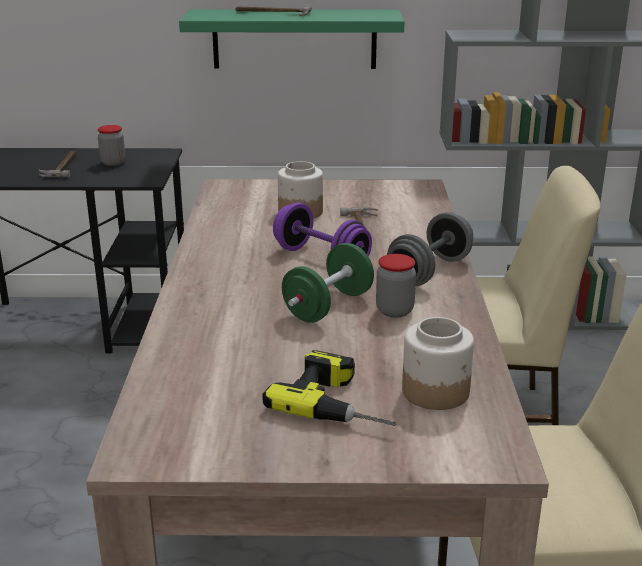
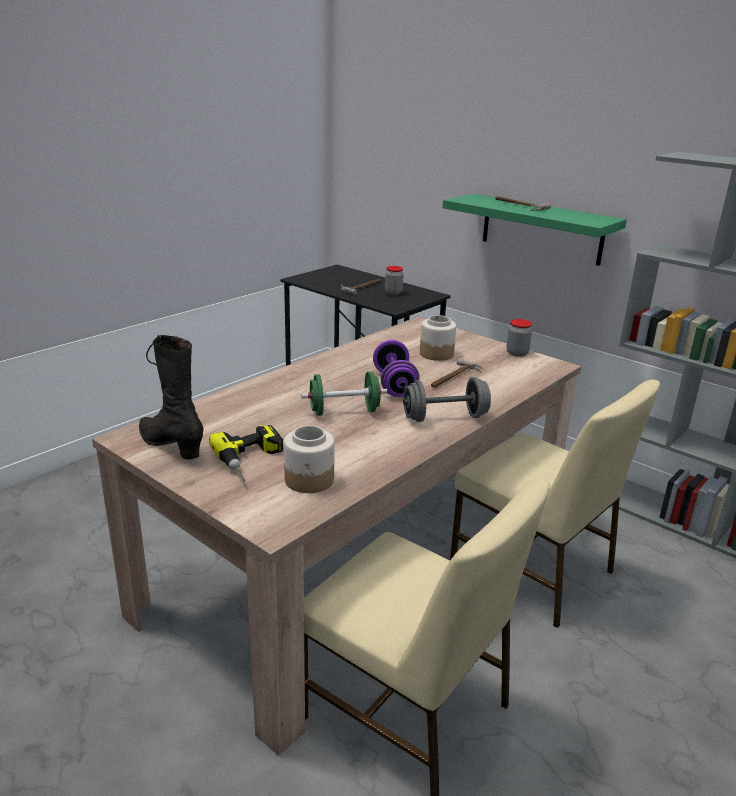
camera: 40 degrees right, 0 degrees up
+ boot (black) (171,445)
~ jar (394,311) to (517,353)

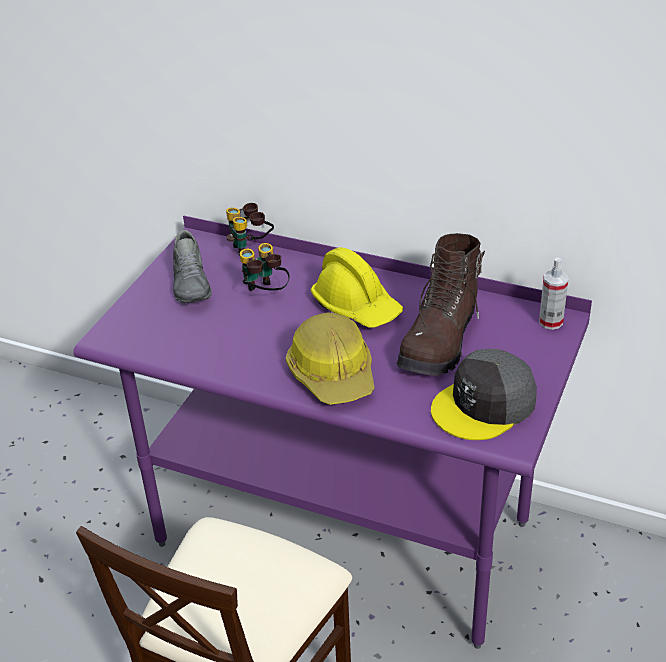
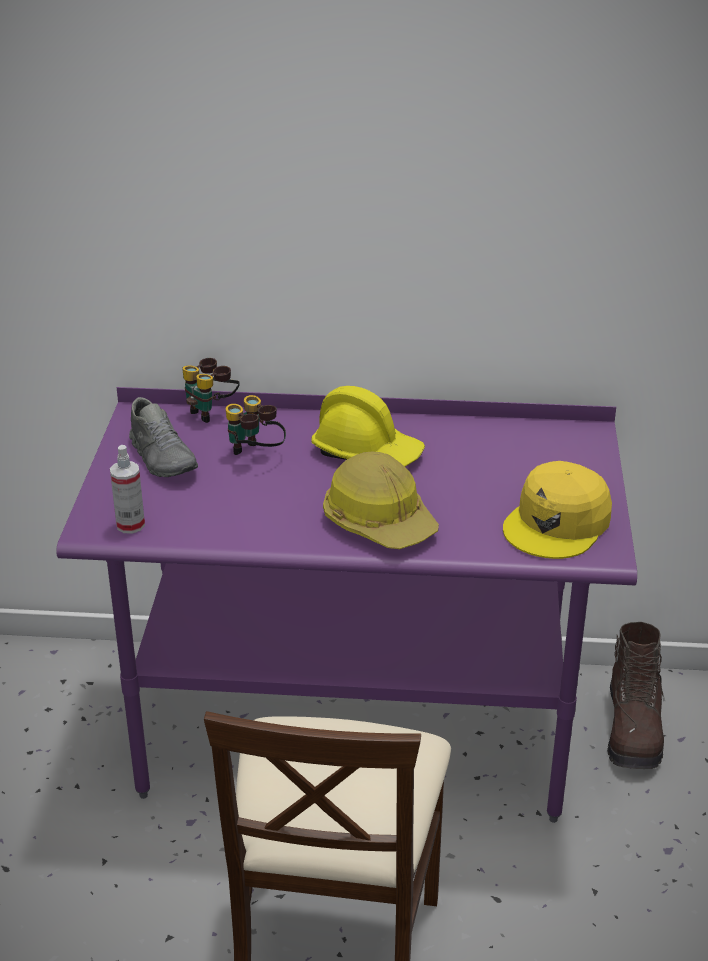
camera: 20 degrees left, 5 degrees down
~ spray bottle (550,322) to (130,525)
~ cap (grey) (484,405) to cap (yellow) (558,523)
~ boot (brown) (441,341) to (633,729)

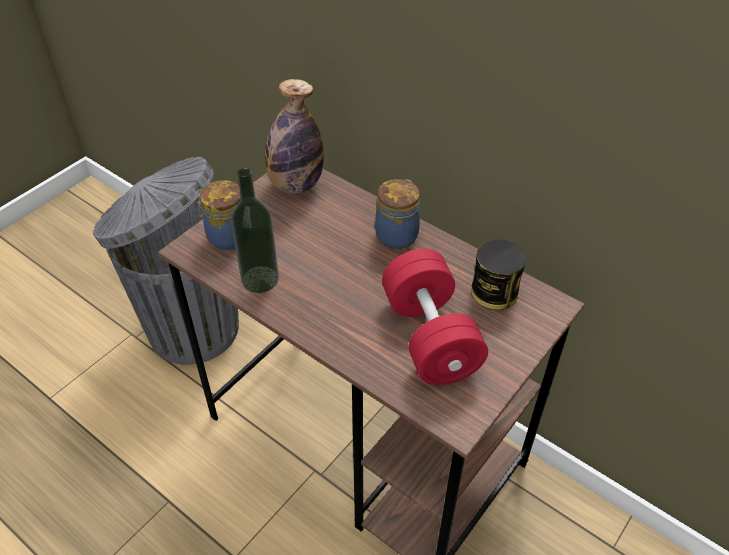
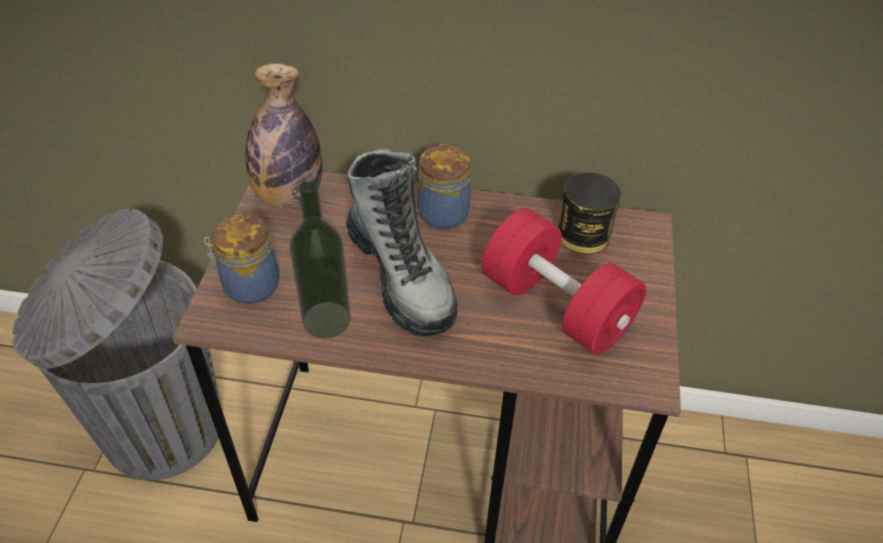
camera: 30 degrees left, 0 degrees up
+ boot (401,276)

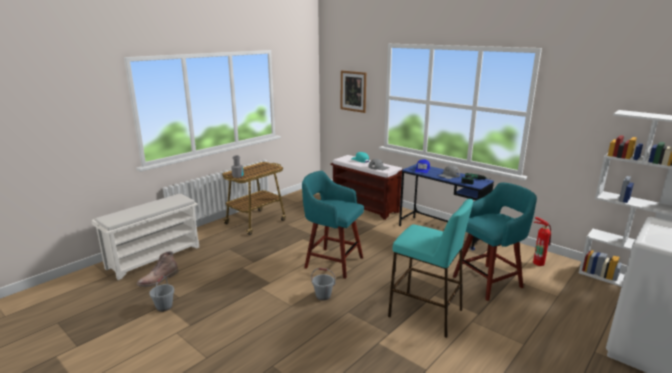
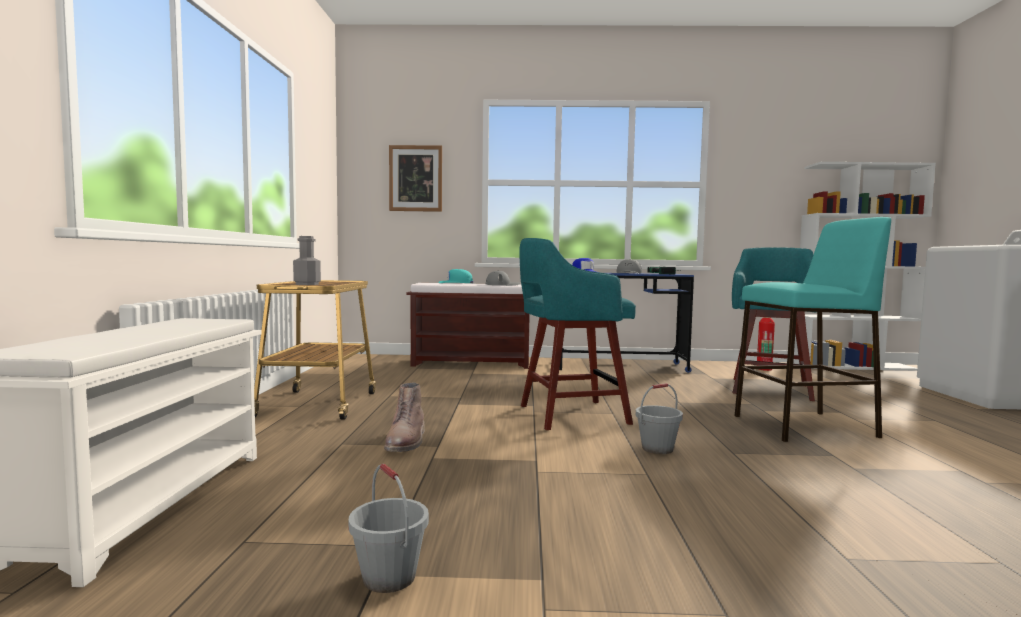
camera: 40 degrees left, 15 degrees down
~ boot (brown) (158,279) to (406,441)

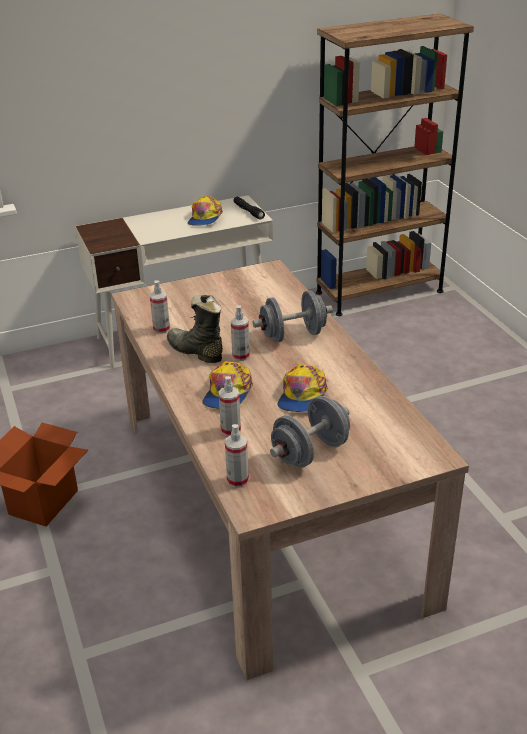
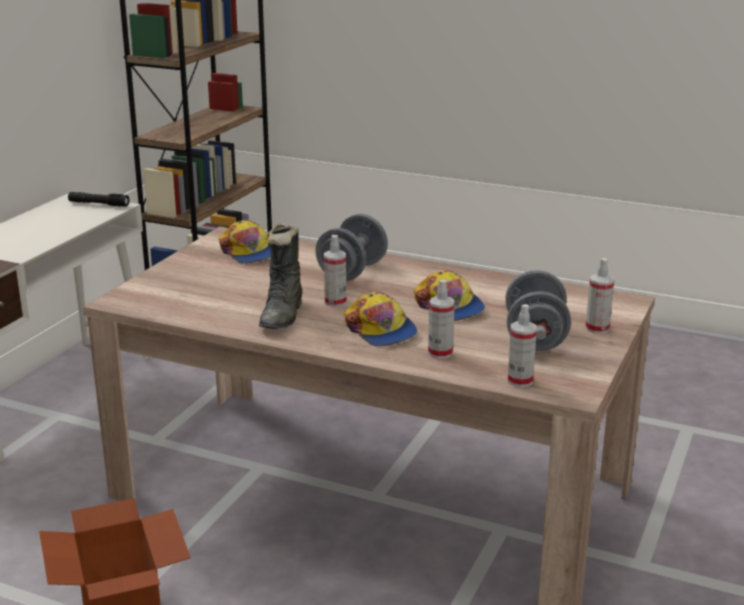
camera: 45 degrees left, 10 degrees down
~ cap (205,218) to (249,252)
~ boot (black) (195,351) = (283,315) 75 degrees counterclockwise
~ spray bottle (161,329) to (597,328)

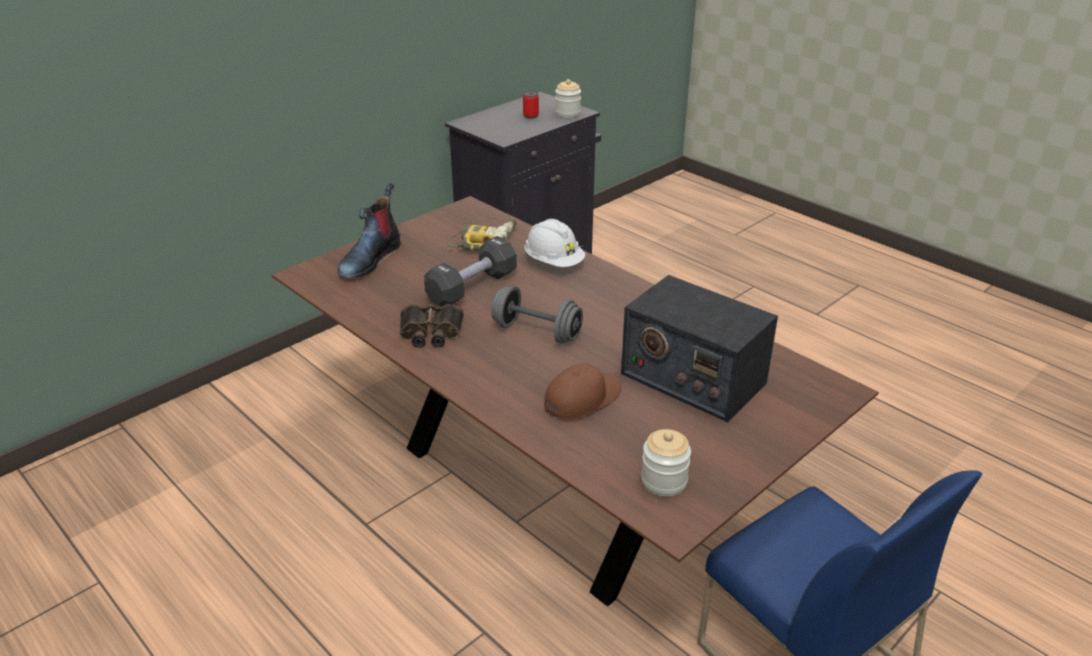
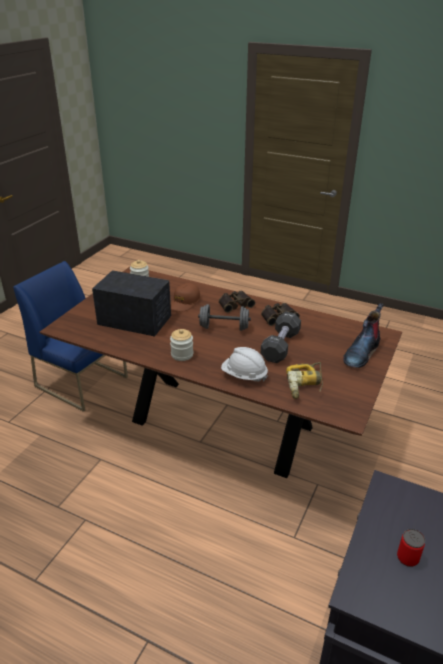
camera: 160 degrees right, 0 degrees up
~ jar (567,113) to (182,355)
+ binoculars (235,304)
~ boot (370,259) = (361,353) 150 degrees counterclockwise

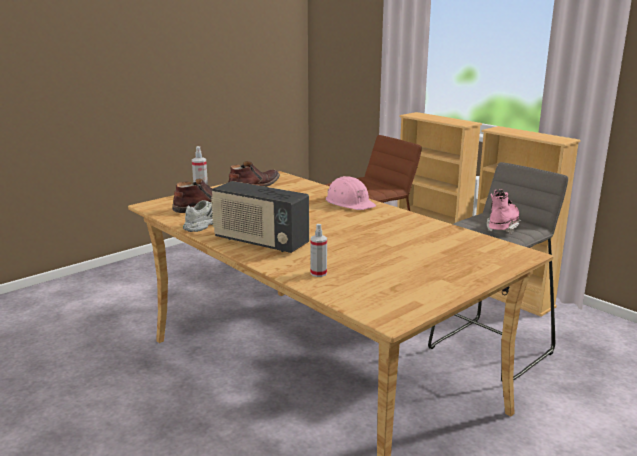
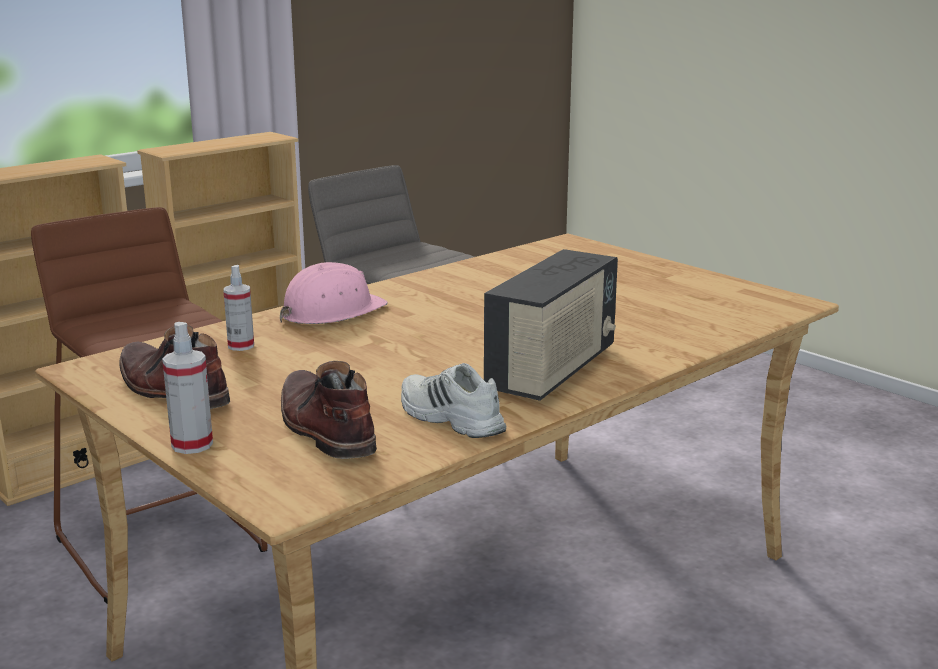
camera: 90 degrees left, 0 degrees up
~ spray bottle (318,273) to (241,346)
- boot (pink) (502,227)

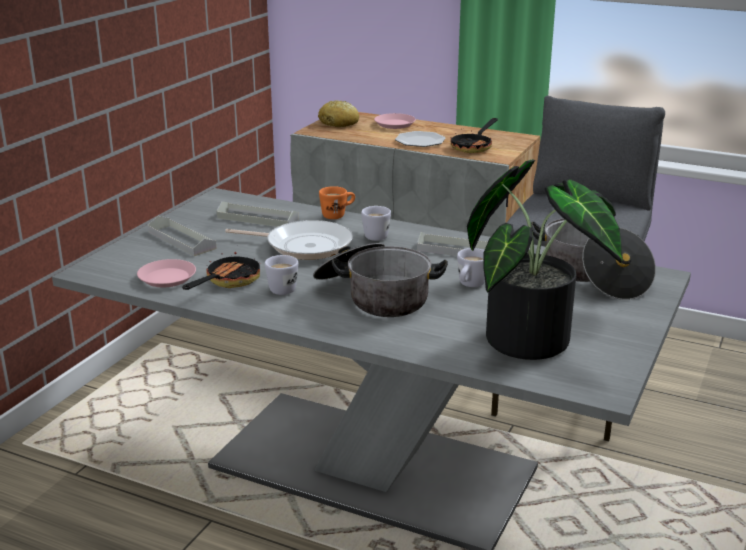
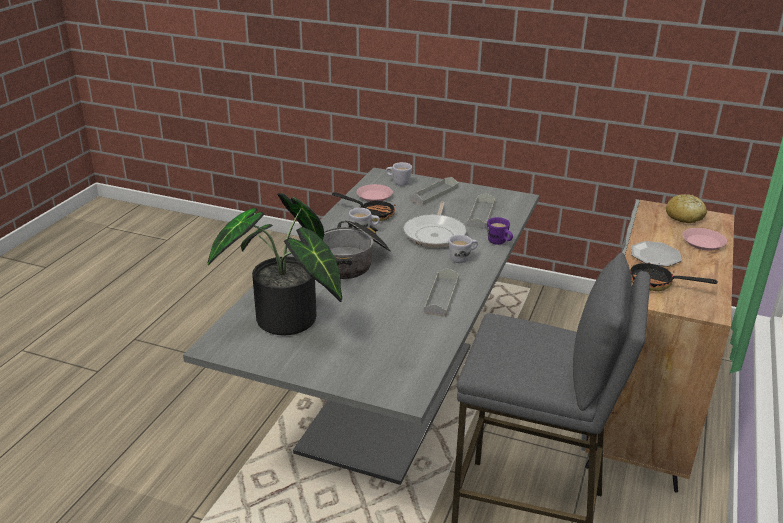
camera: 85 degrees right, 5 degrees up
~ mug (white) (469,285) to (398,182)
~ mug (orange) (338,215) to mug (purple) (499,243)
- cooking pot (592,276)

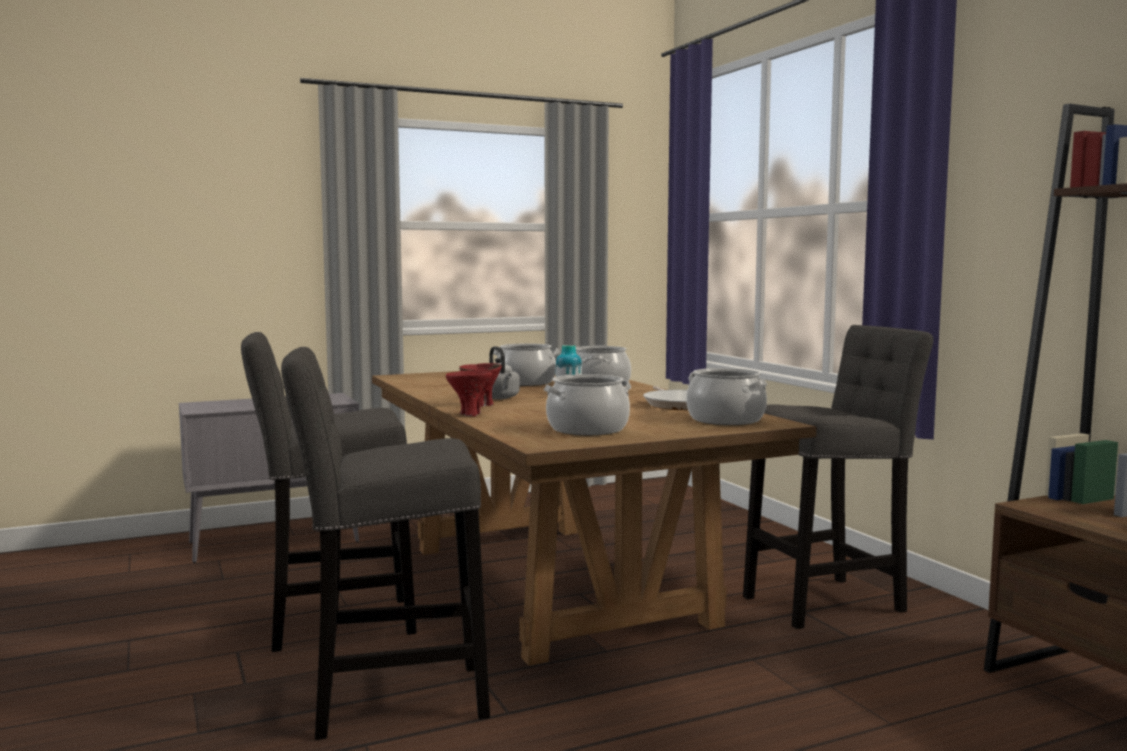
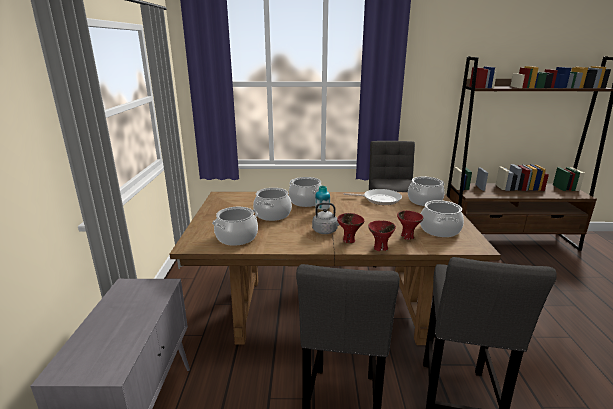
camera: 65 degrees left, 15 degrees up
+ cooking pot (237,237)
+ bowl (red) (407,237)

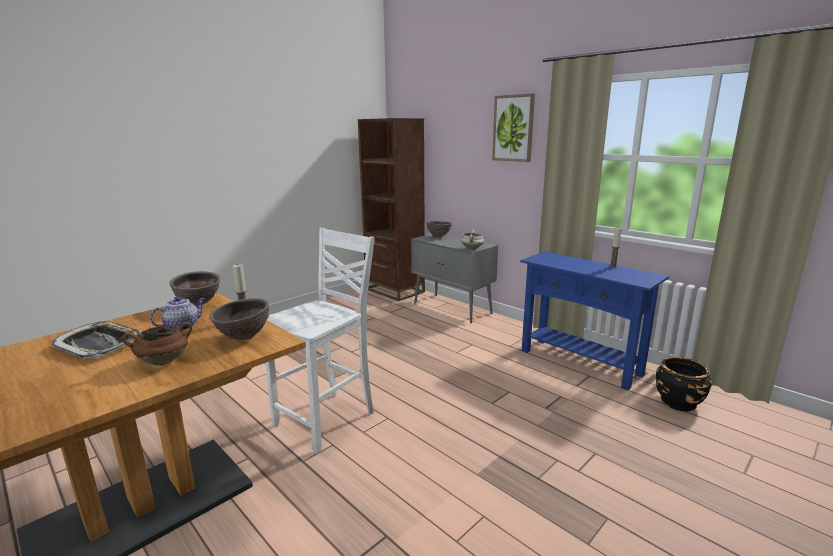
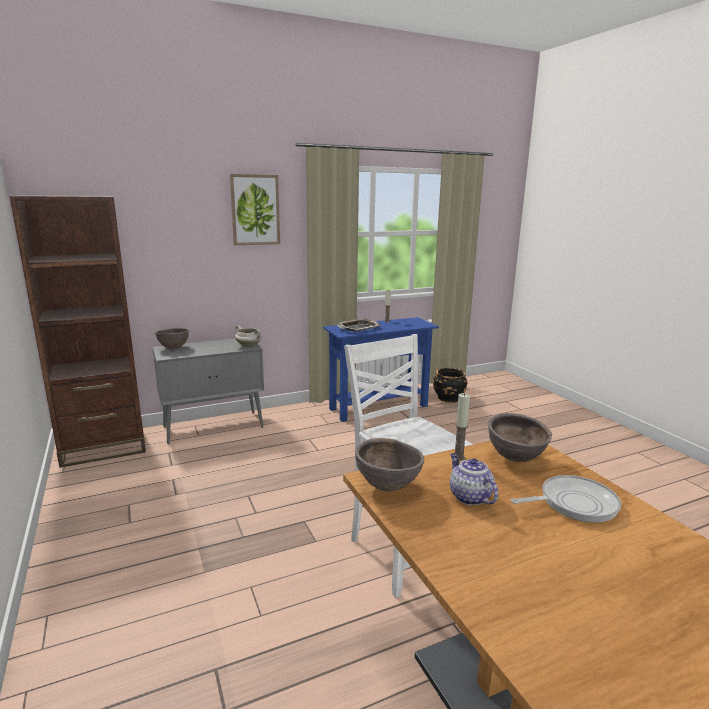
camera: 70 degrees left, 0 degrees up
~ tray (99,344) to (358,328)
~ cooking pot (brown) (164,361) to frying pan (573,503)

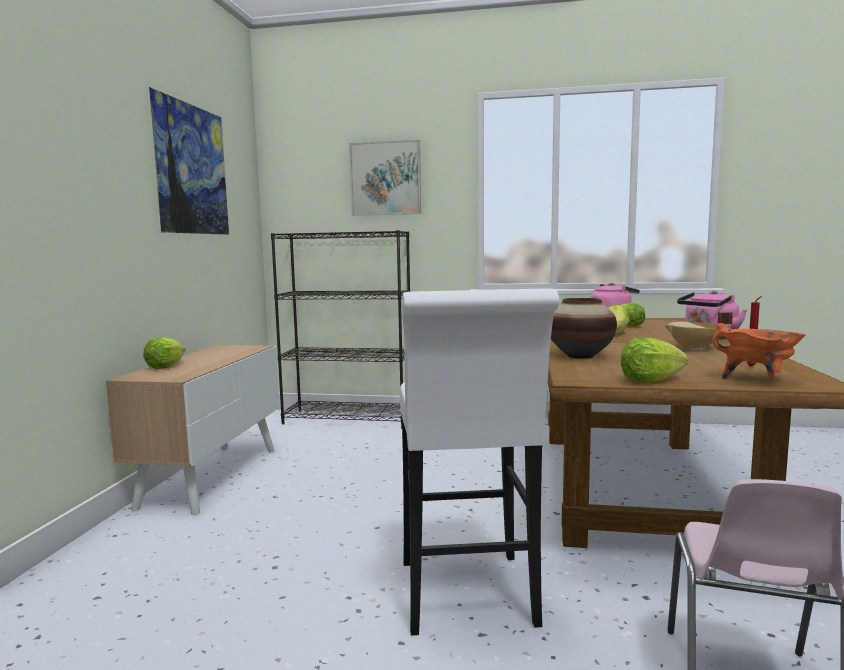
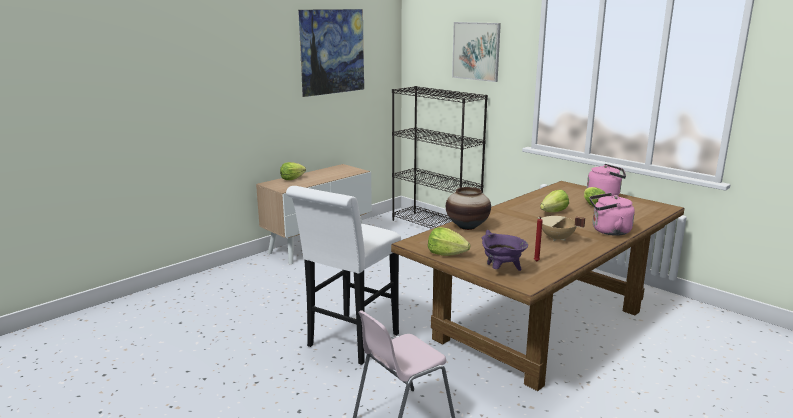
camera: 35 degrees right, 10 degrees up
~ cooking pot (orange) (757,380) to cooking pot (purple) (501,270)

